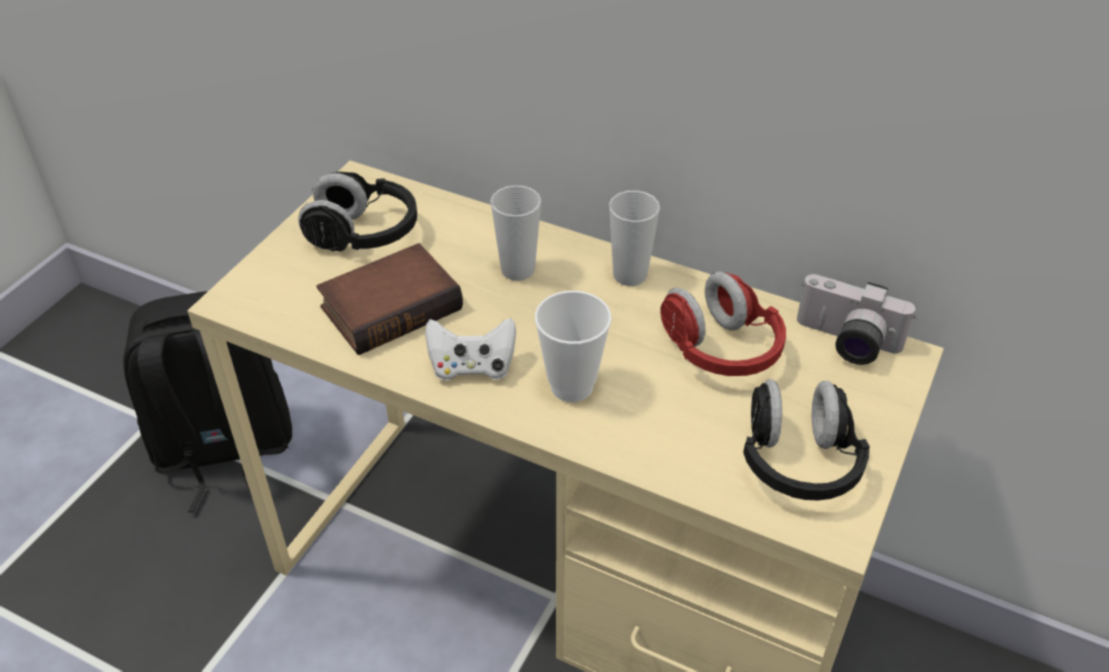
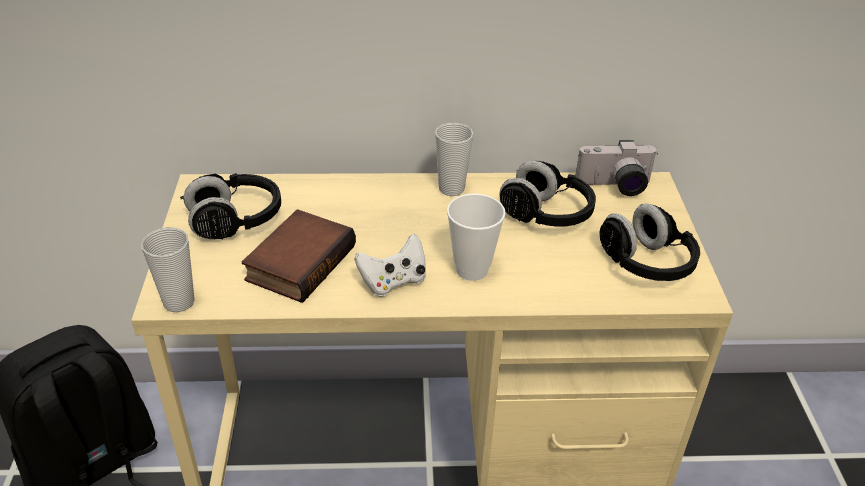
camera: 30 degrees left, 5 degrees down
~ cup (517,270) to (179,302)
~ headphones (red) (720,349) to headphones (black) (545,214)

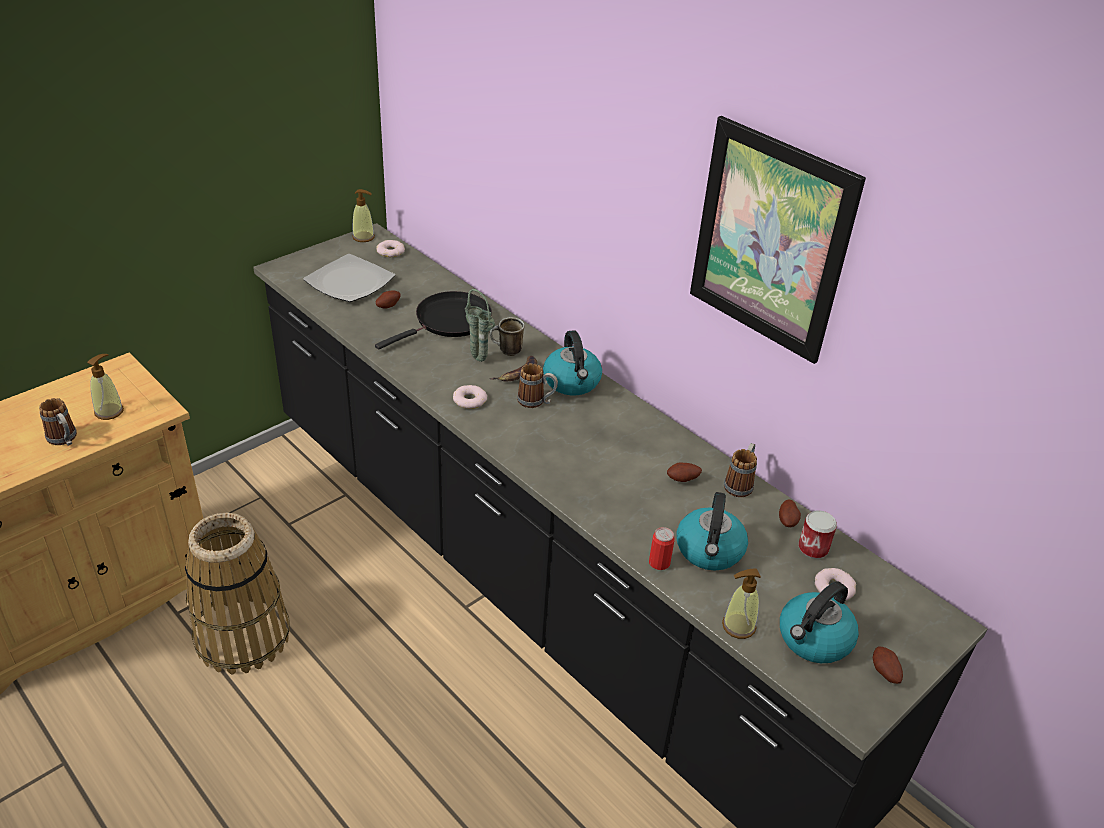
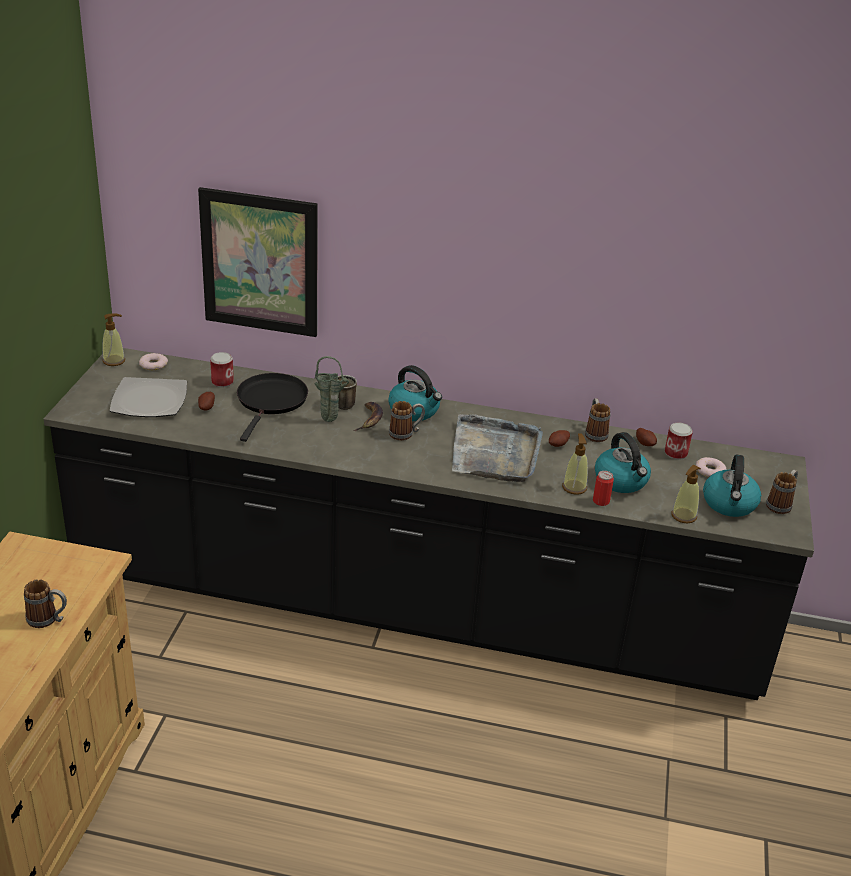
camera: 35 degrees left, 5 degrees down
~ picture (770,240) to (260,263)
+ can (222,382)
+ tray (grey) (495,452)
~ soap dispenser (109,411) to (574,487)
~ potato (884,672) to mug (781,504)
- basket (243,636)
- donut (469,400)

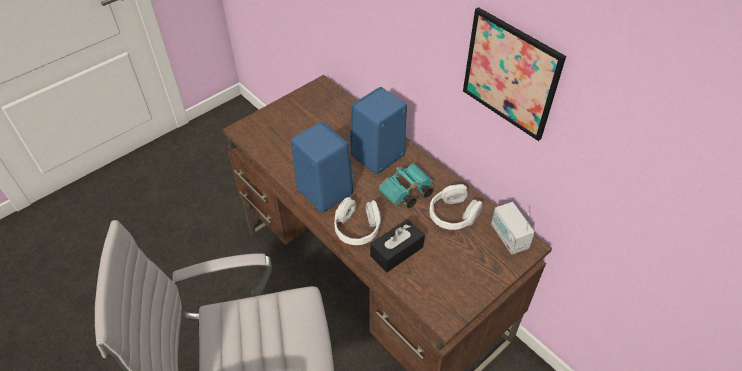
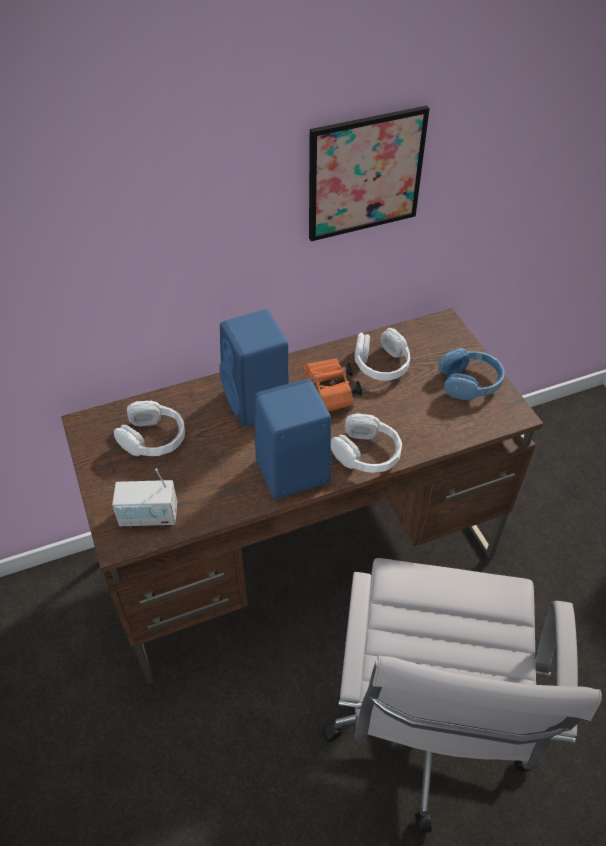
camera: 70 degrees left, 0 degrees up
~ radio (509,237) to (149,516)
+ headphones (white) (153,438)
~ binoculars (turquoise) (406,193) to binoculars (orange) (331,393)
+ headphones (blue) (470,382)
- tissue box (black) (396,251)

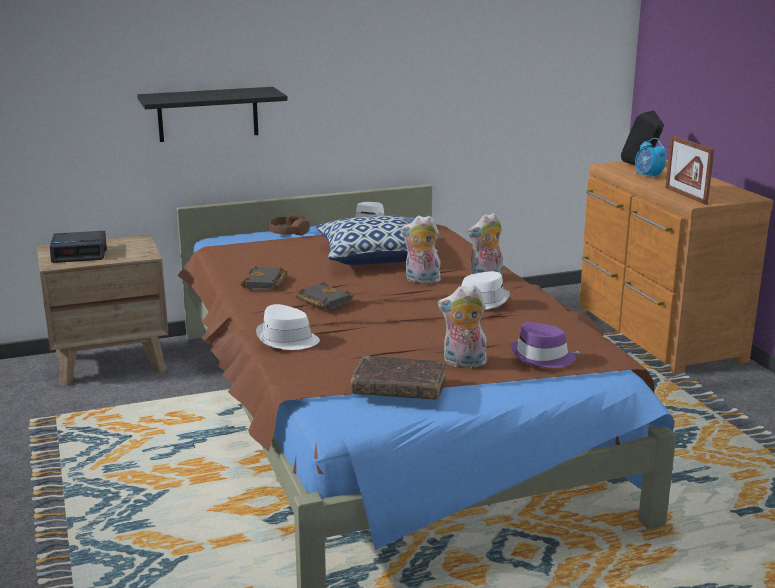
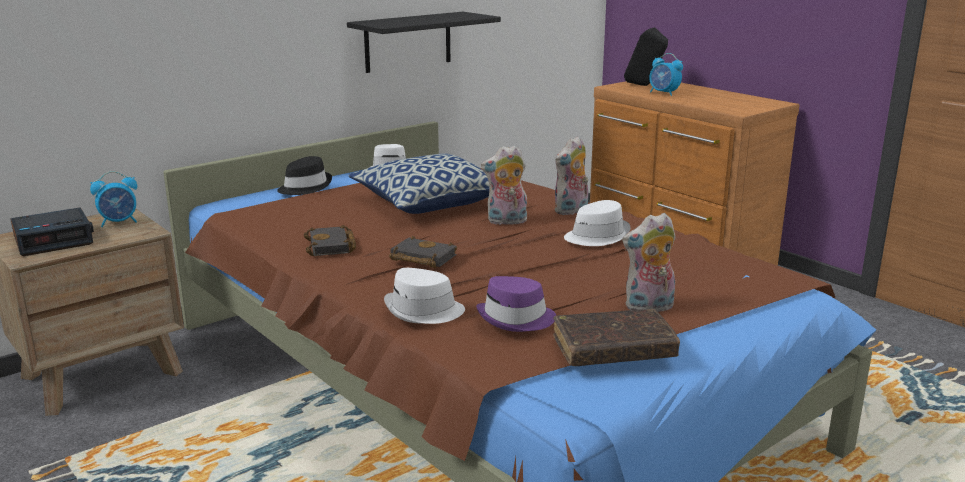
camera: 20 degrees left, 0 degrees up
+ alarm clock (119,222)
~ headphones (brown) (288,232) to hat (black) (304,187)
~ shelf (black) (208,114) to (408,42)
~ hat (purple) (542,358) to (516,319)
- picture frame (686,196)

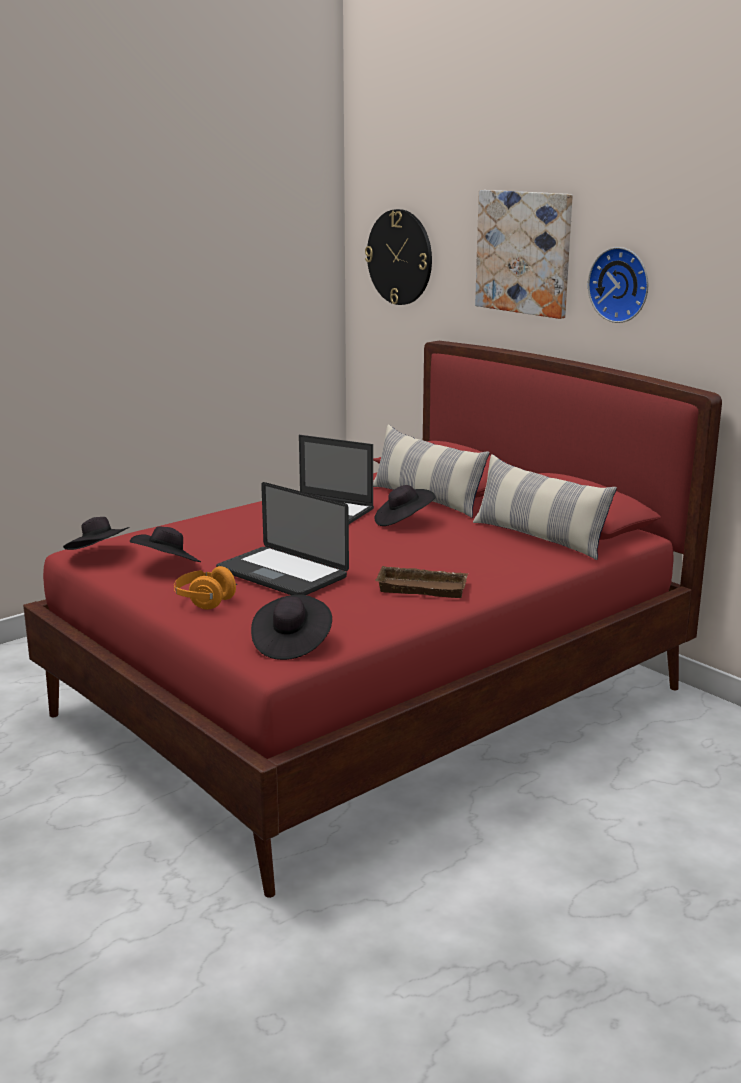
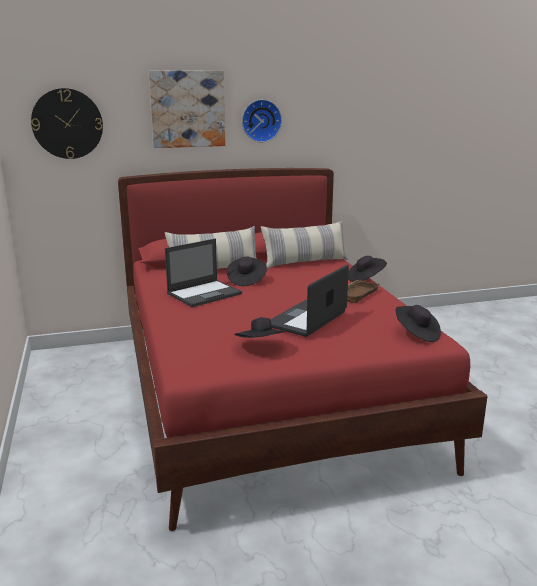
camera: 65 degrees left, 0 degrees up
~ laptop (281,574) = (307,319) 150 degrees clockwise
~ hat (black) (99,554) to (365,279)
- headphones (orange) (204,601)

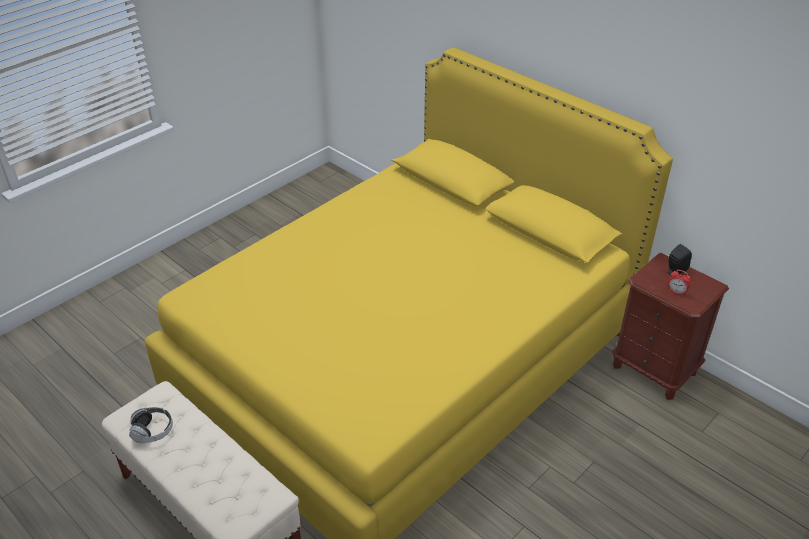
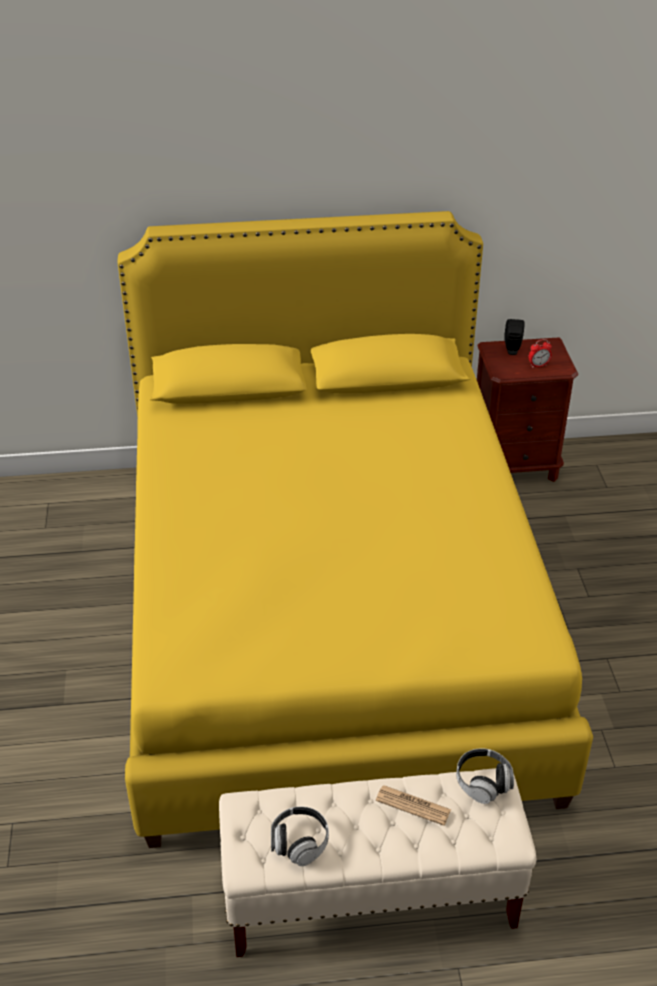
camera: 50 degrees left, 0 degrees up
+ newspaper (413,805)
+ headphones (483,783)

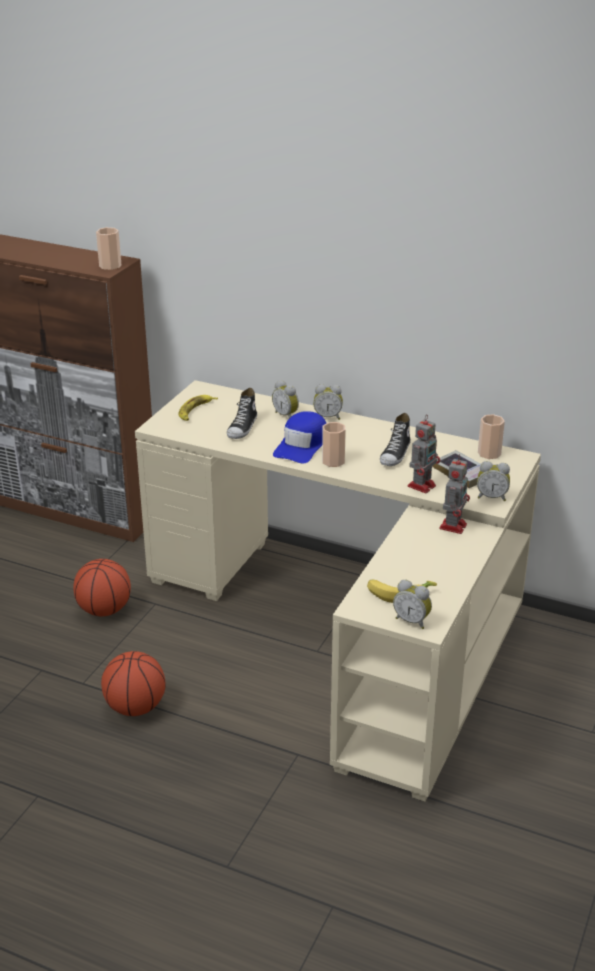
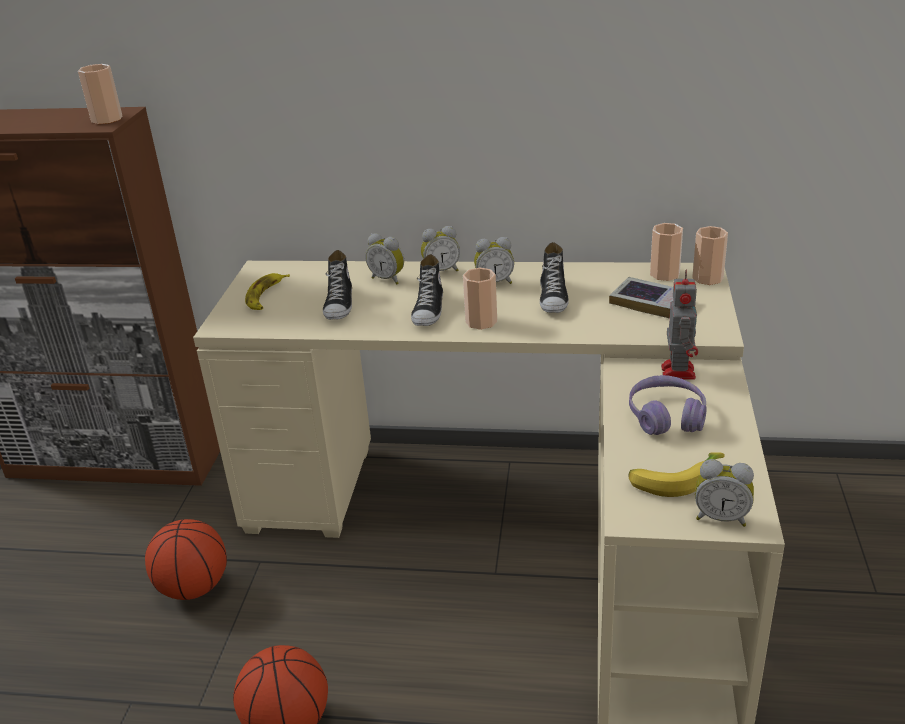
camera: 15 degrees left, 0 degrees up
~ cap (blue) (302,445) to shoe (429,310)
~ alarm clock (491,497) to (494,282)
+ headphones (purple) (666,416)
+ cup (707,278)
- toy robot (422,485)

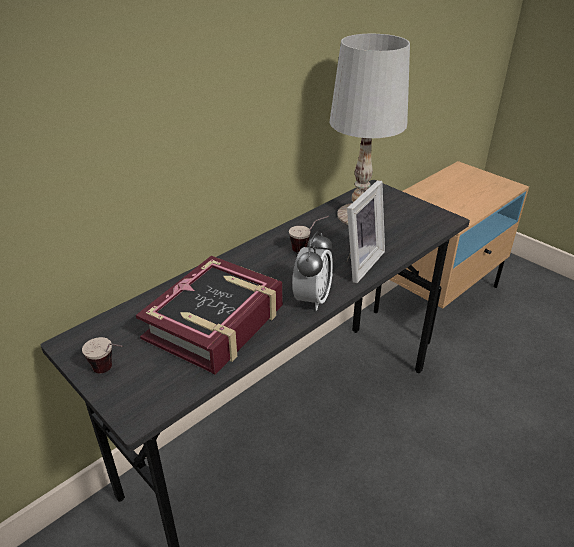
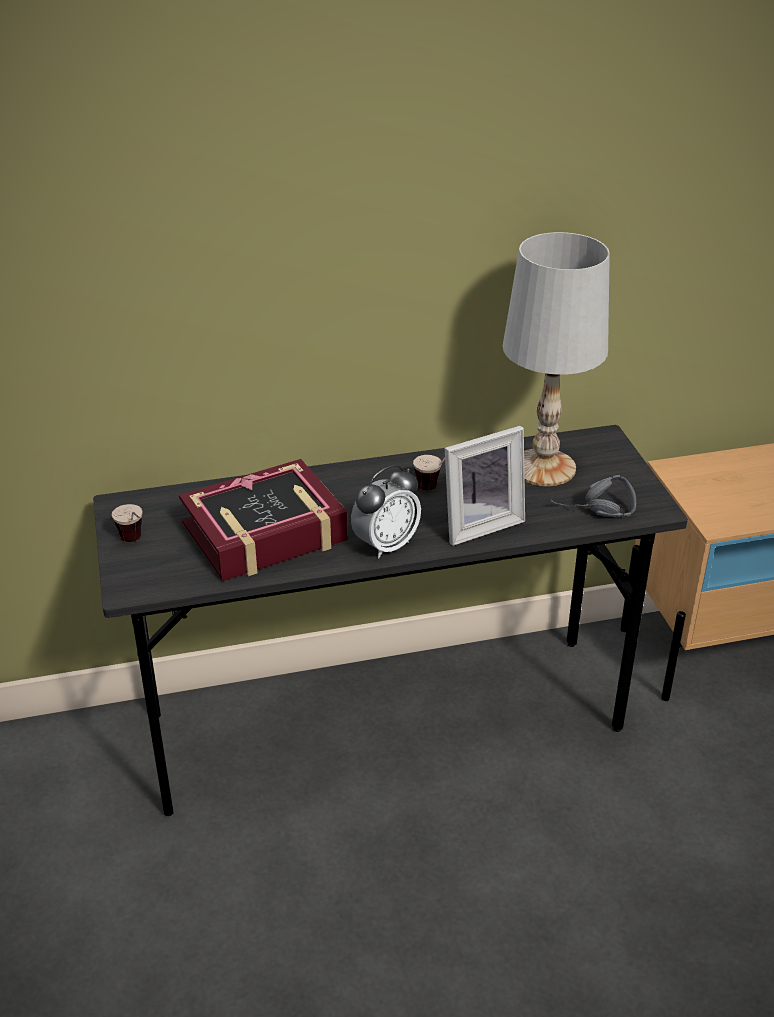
camera: 30 degrees right, 0 degrees up
+ headphones (grey) (594,513)

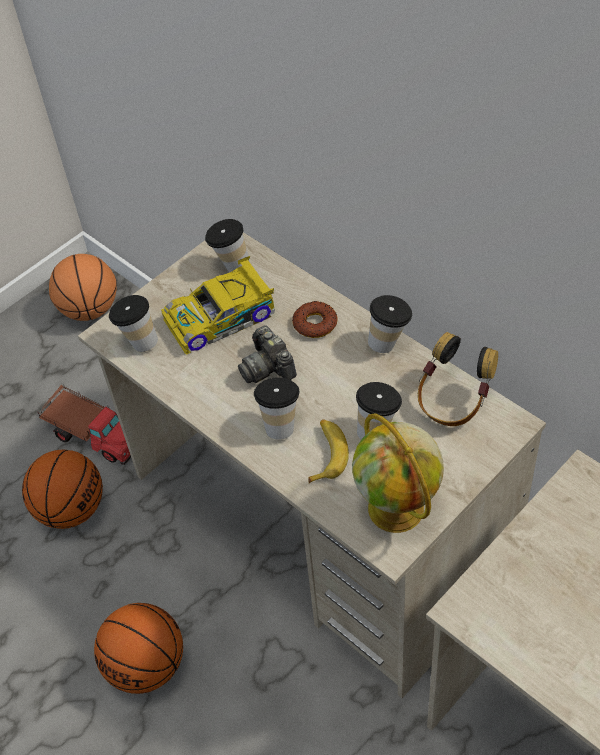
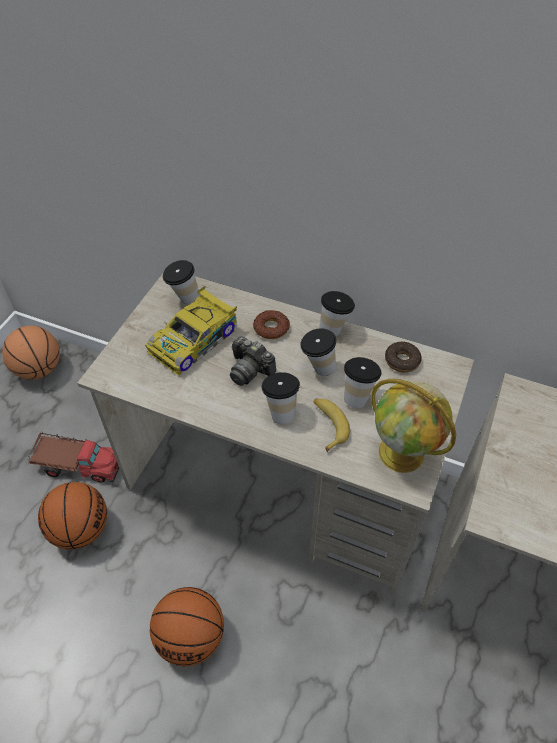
camera: 25 degrees left, 0 degrees up
~ cup (138,341) to (317,368)
~ headphones (453,401) to donut (402,360)

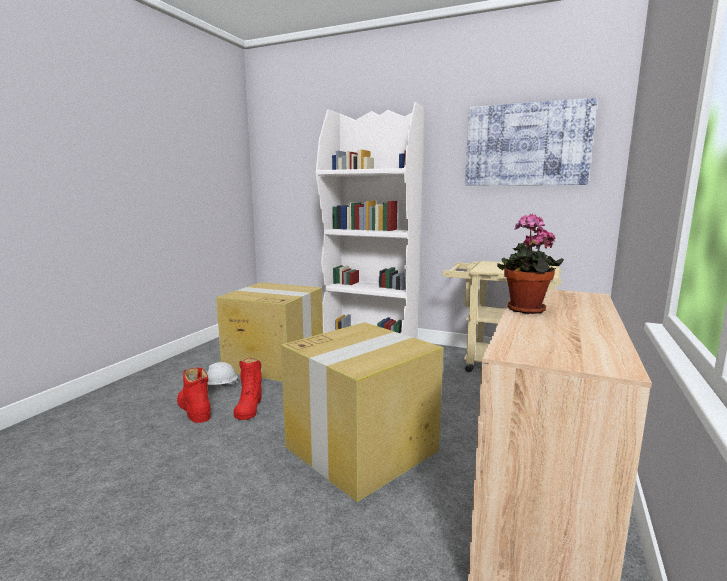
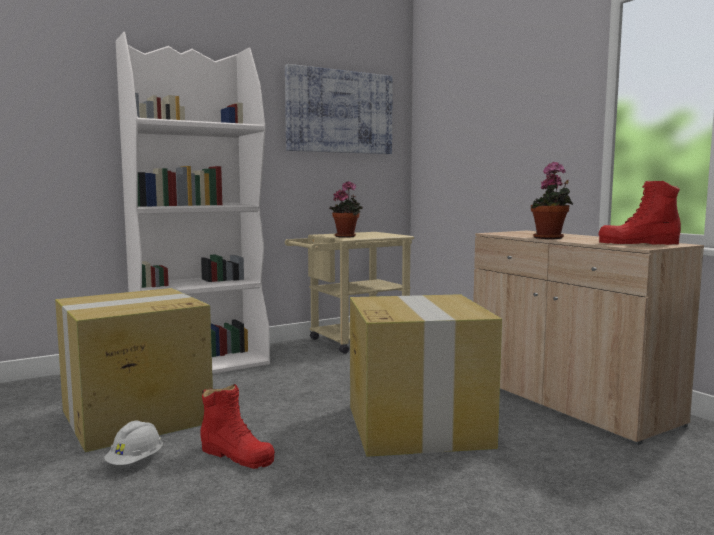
camera: 55 degrees left, 5 degrees down
+ potted plant (347,236)
~ boot (red) (194,410) to (638,243)

